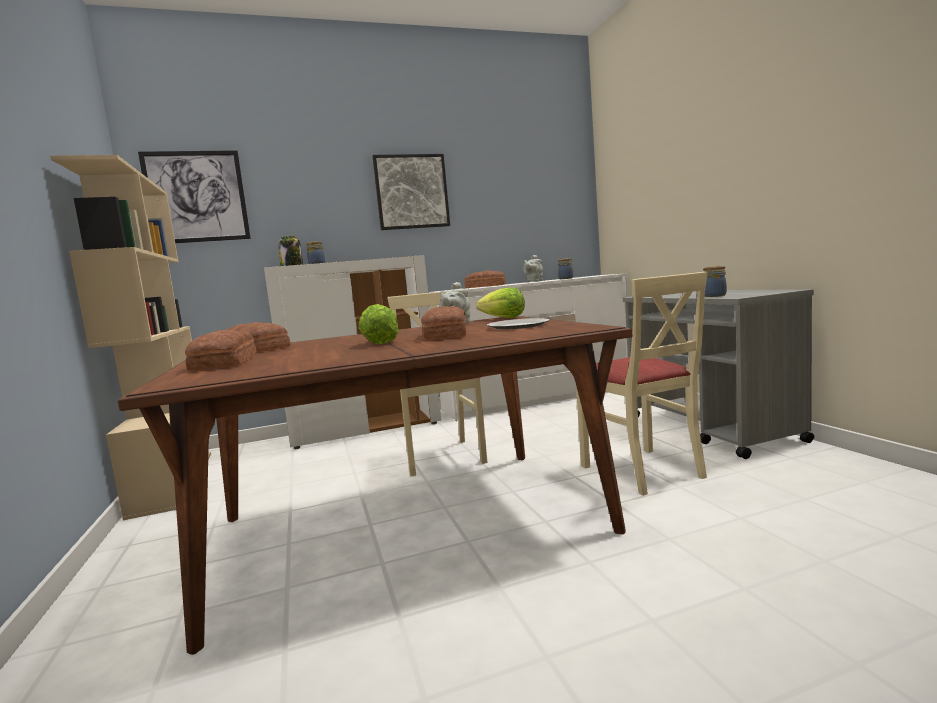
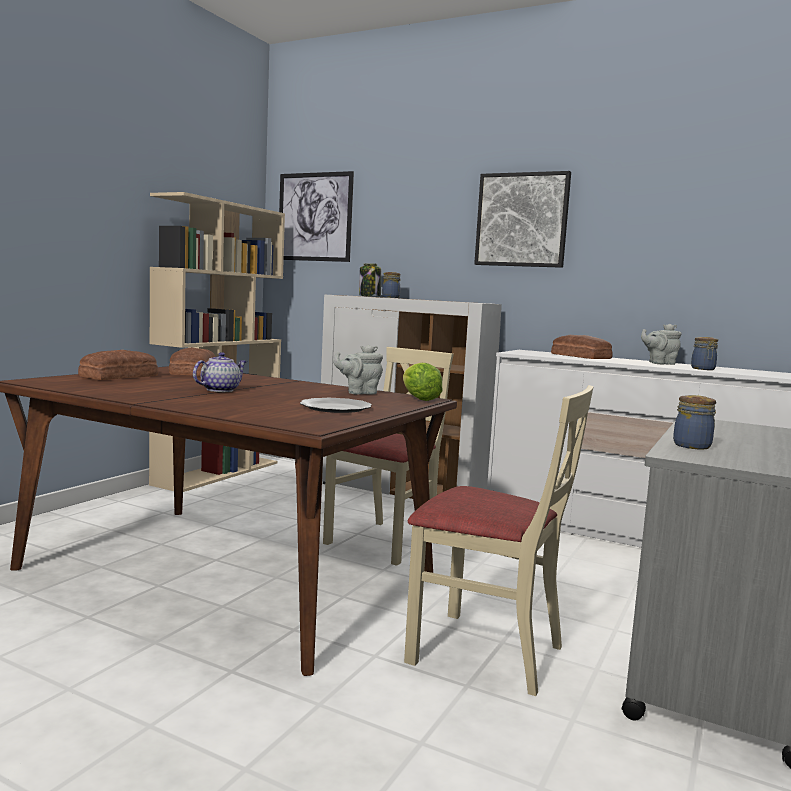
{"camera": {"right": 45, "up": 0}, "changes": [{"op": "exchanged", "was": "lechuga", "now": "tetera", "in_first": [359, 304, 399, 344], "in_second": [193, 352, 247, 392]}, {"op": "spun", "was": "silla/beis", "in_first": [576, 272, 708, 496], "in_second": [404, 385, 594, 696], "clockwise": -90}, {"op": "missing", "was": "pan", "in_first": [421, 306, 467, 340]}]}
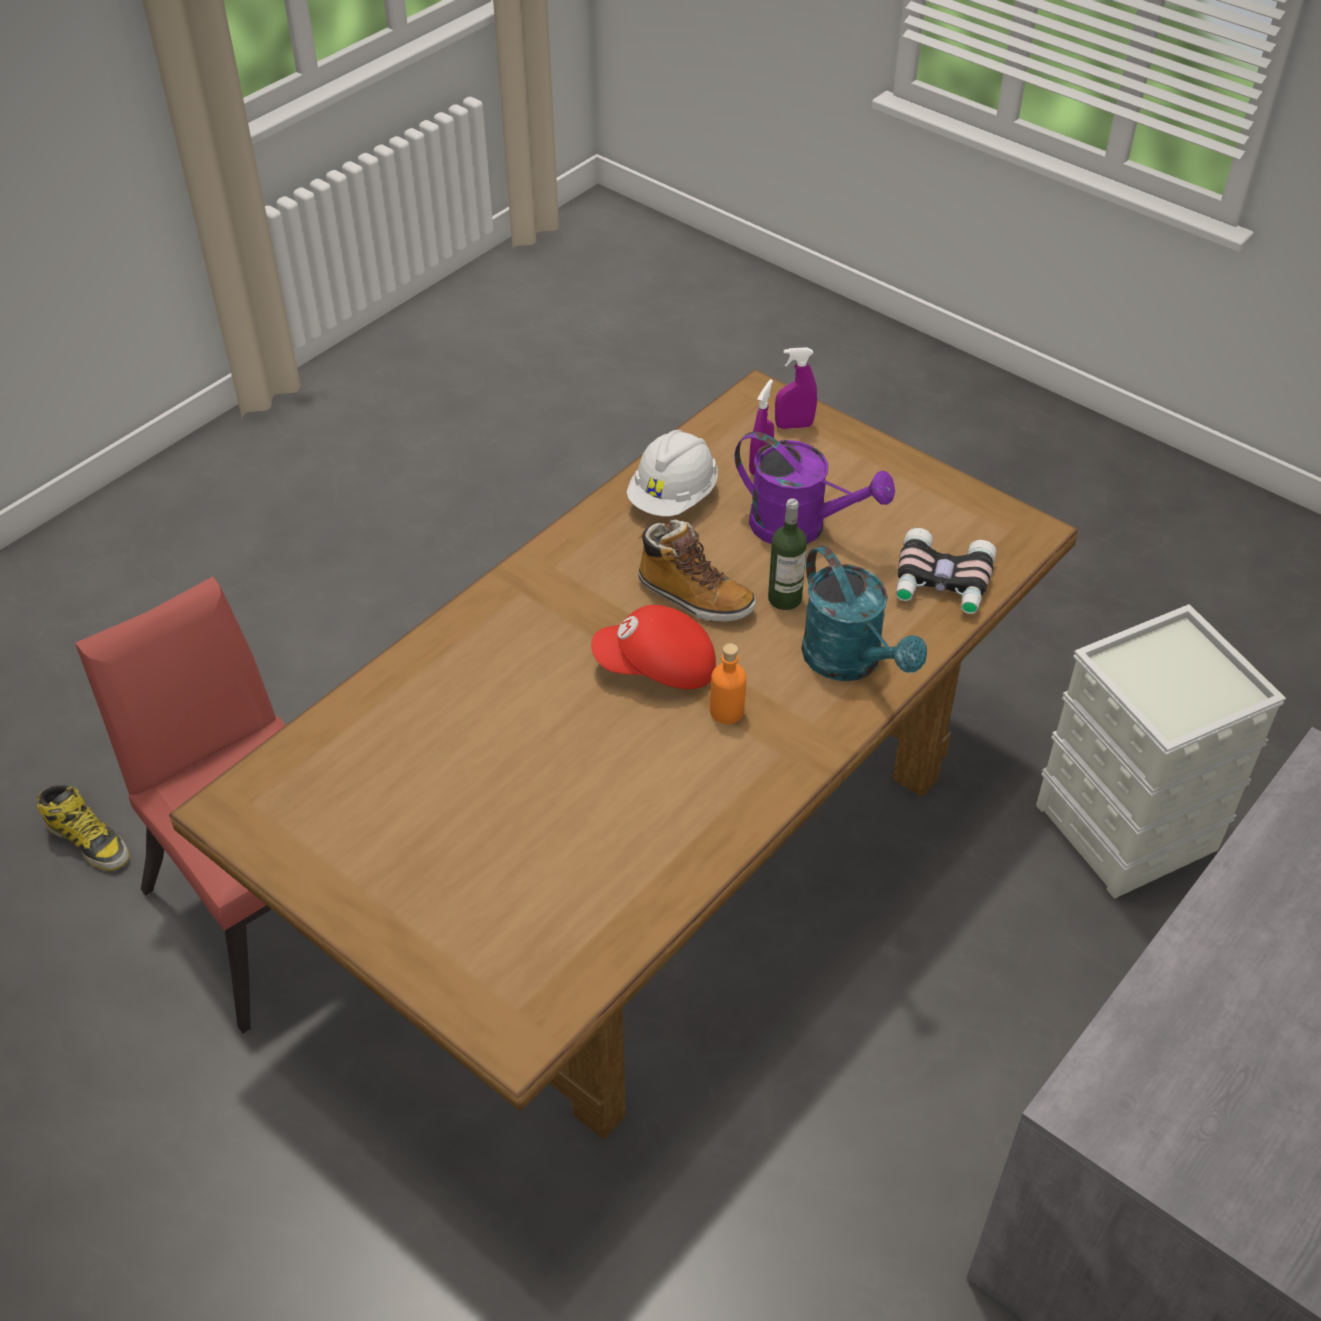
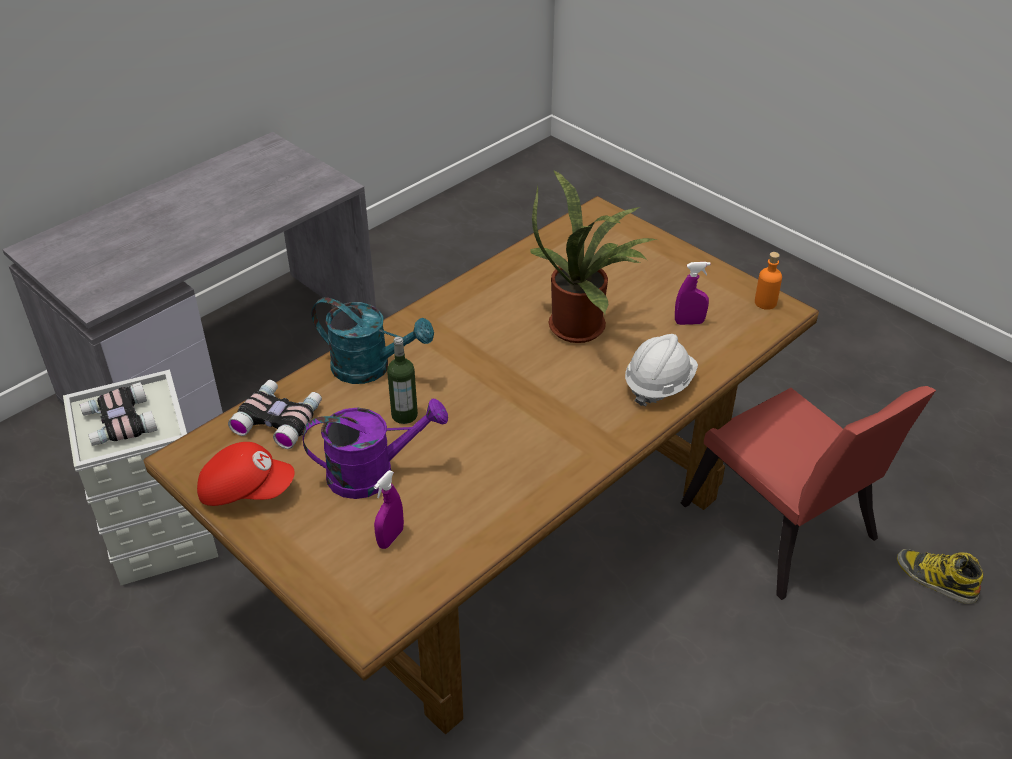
{"camera": {"right": -175, "up": -5}, "changes": [{"op": "appeared", "now": "prismáticos", "in_second": [80, 382, 157, 446]}, {"op": "relocated", "was": "gorra/rojo", "in_first": [591, 605, 716, 689], "in_second": [197, 442, 295, 506]}, {"op": "spun", "was": "regadera/morado", "in_first": [735, 432, 895, 544], "in_second": [302, 398, 448, 499], "clockwise": 135}, {"op": "spun", "was": "regadera/turquesa", "in_first": [801, 545, 927, 681], "in_second": [312, 297, 434, 384], "clockwise": 135}, {"op": "appeared", "now": "planta en maceta", "in_second": [530, 171, 657, 343]}, {"op": "relocated", "was": "casco/blanco", "in_first": [627, 430, 718, 516], "in_second": [625, 334, 698, 407]}, {"op": "relocated", "was": "pulverizador/morado", "in_first": [775, 347, 817, 429], "in_second": [675, 262, 711, 325]}, {"op": "relocated", "was": "botella/naranja", "in_first": [710, 643, 746, 724], "in_second": [755, 252, 782, 310]}, {"op": "missing", "was": "bota", "in_first": [638, 519, 756, 622]}]}
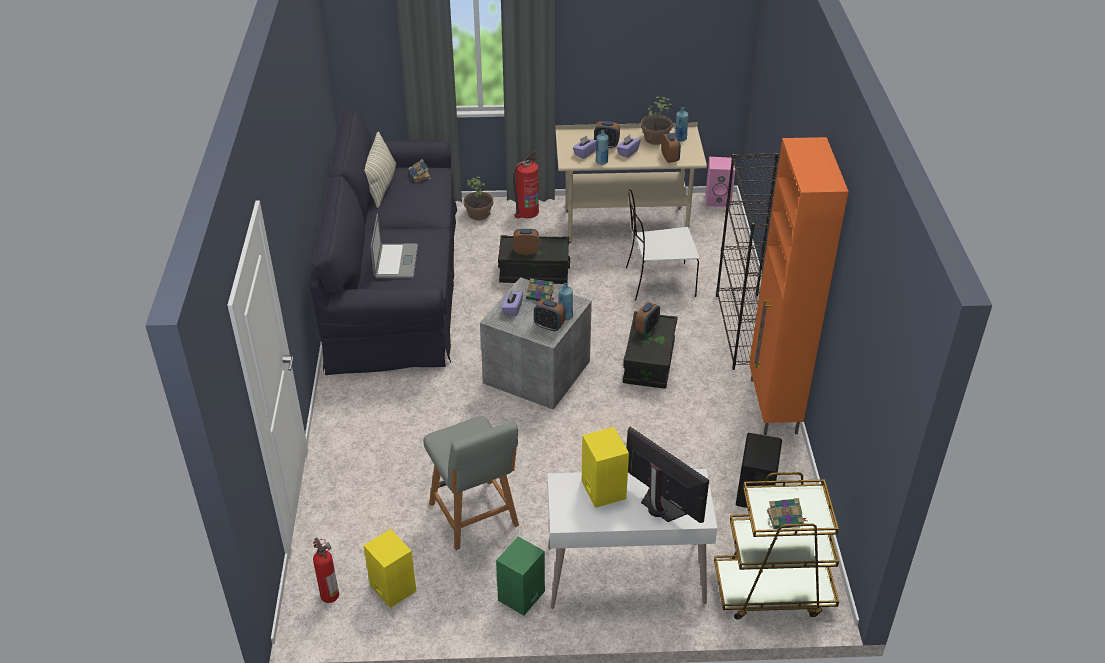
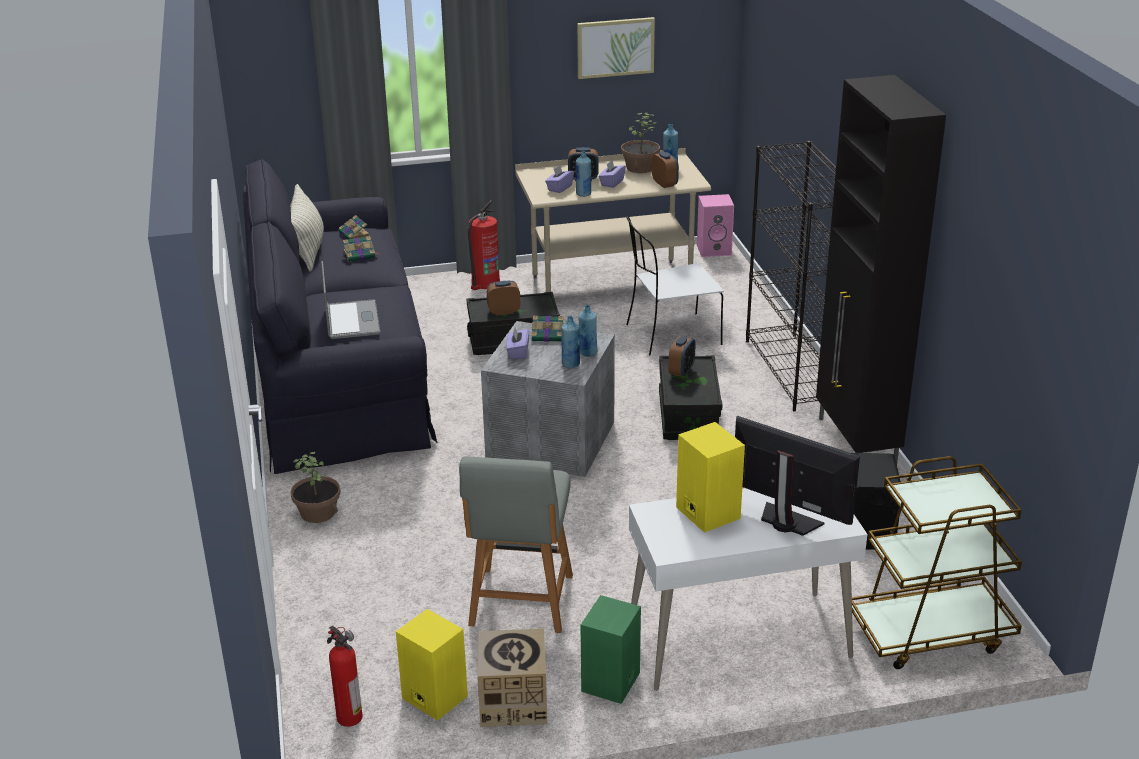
{"camera": {"right": -10, "up": -10}, "changes": [{"op": "relocated", "was": "planta en maceta", "in_first": [463, 177, 493, 220], "in_second": [290, 452, 341, 523]}, {"op": "relocated", "was": "libro", "in_first": [767, 498, 807, 529], "in_second": [343, 236, 379, 262]}, {"op": "spun", "was": "silla/gris", "in_first": [423, 416, 519, 550], "in_second": [459, 456, 573, 633], "clockwise": 45}, {"op": "appeared", "now": "caja de cartón", "in_second": [477, 629, 547, 727]}, {"op": "exchanged", "was": "despertador", "now": "botella/azul", "in_first": [534, 299, 565, 332], "in_second": [561, 316, 580, 368]}, {"op": "appeared", "now": "cuadro", "in_second": [577, 17, 655, 79]}, {"op": "colour", "was": "armario/naranja", "now": "armario/negro", "in_first": [749, 137, 849, 435], "in_second": [816, 75, 946, 464]}]}
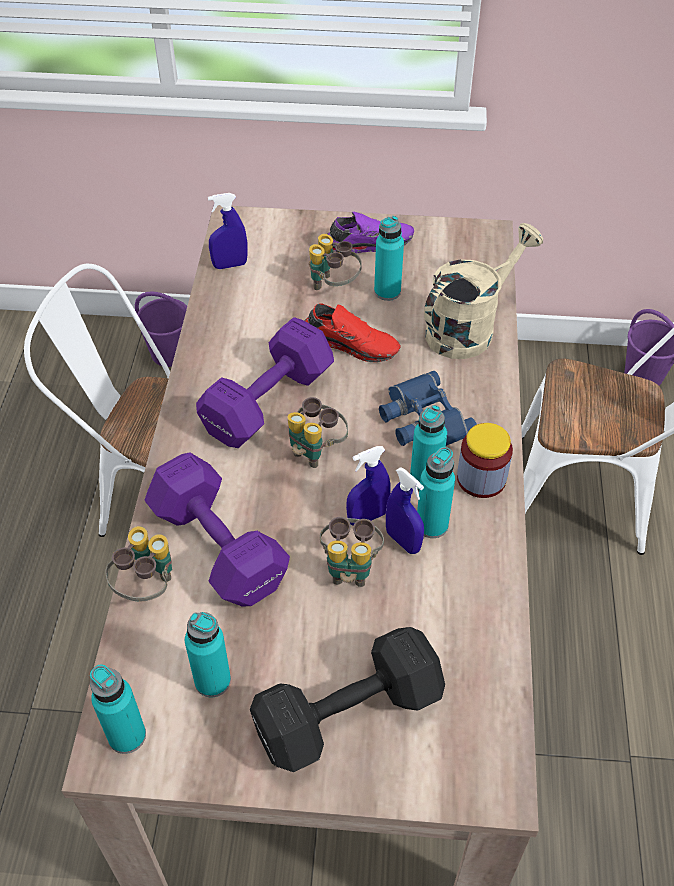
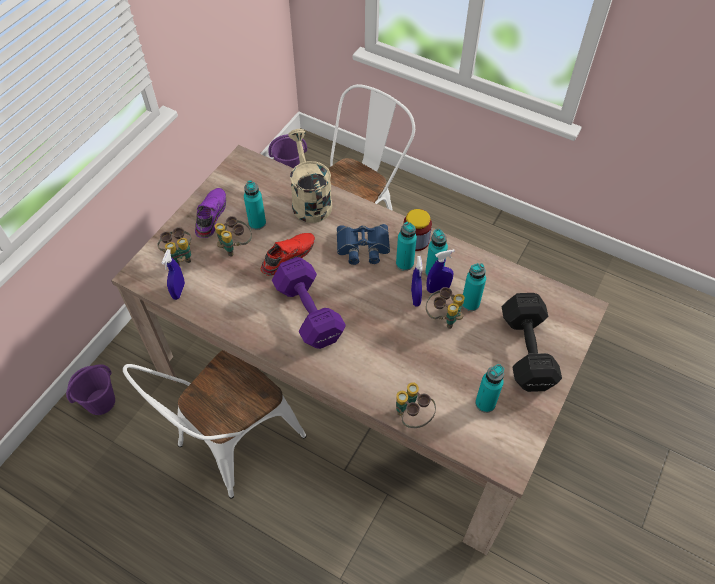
{"camera": {"right": -65, "up": 5}, "changes": [{"op": "relocated", "was": "prismáticos", "in_first": [287, 397, 348, 468], "in_second": [157, 227, 191, 265]}, {"op": "relocated", "was": "botella/turquesa", "in_first": [90, 664, 146, 754], "in_second": [462, 263, 486, 311]}, {"op": "missing", "was": "mancuerna/morado", "in_first": [145, 452, 290, 607]}]}
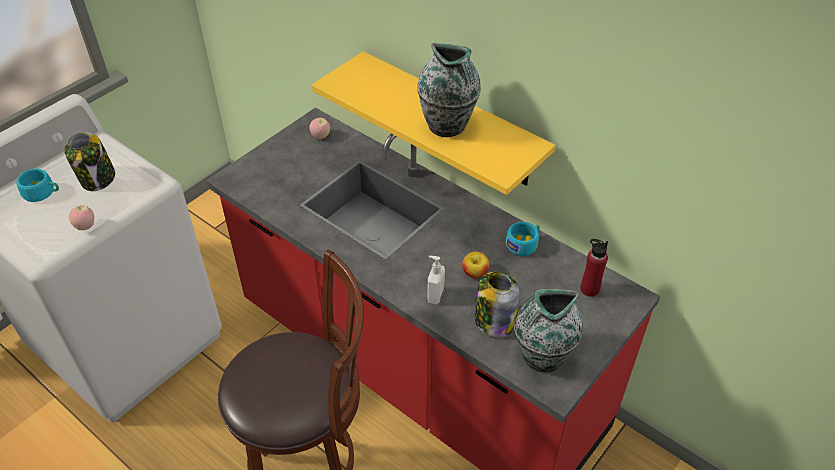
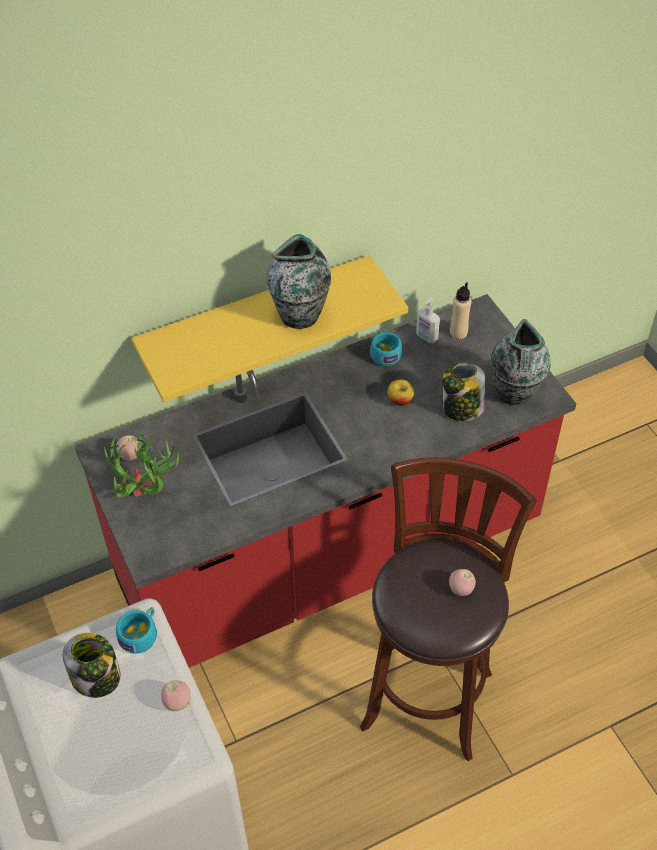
{"camera": {"right": -65, "up": 5}, "changes": [{"op": "appeared", "now": "planta en maceta", "in_second": [104, 429, 180, 498]}, {"op": "relocated", "was": "taza/turquesa", "in_first": [17, 169, 59, 202], "in_second": [116, 607, 157, 654]}, {"op": "relocated", "was": "dispensador de jabón", "in_first": [427, 256, 445, 305], "in_second": [416, 298, 440, 343]}, {"op": "appeared", "now": "manzana", "in_second": [449, 569, 476, 596]}, {"op": "colour", "was": "botella/rojo", "now": "botella/beis", "in_first": [580, 239, 608, 297], "in_second": [450, 282, 472, 339]}]}
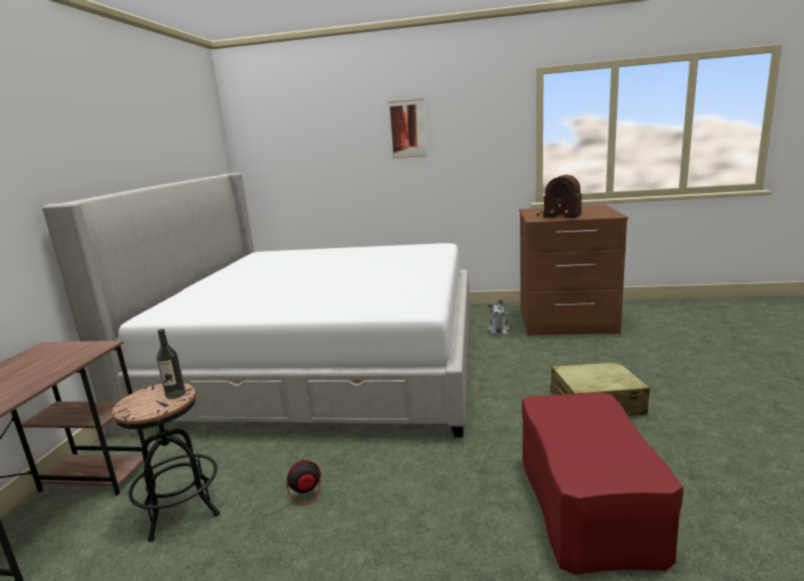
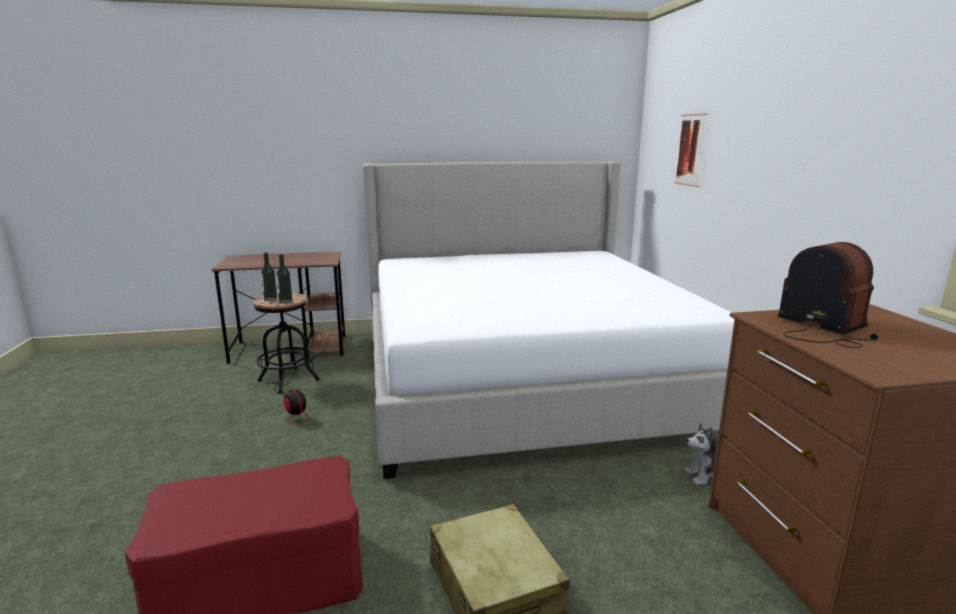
{"camera": {"right": 70, "up": 0}, "changes": [{"op": "appeared", "now": "botella", "in_second": [261, 252, 278, 301]}, {"op": "relocated", "was": "cuadro", "in_first": [388, 99, 427, 159], "in_second": [675, 113, 707, 187]}, {"op": "spun", "was": "radio", "in_first": [536, 175, 582, 218], "in_second": [778, 242, 878, 348], "clockwise": 135}]}
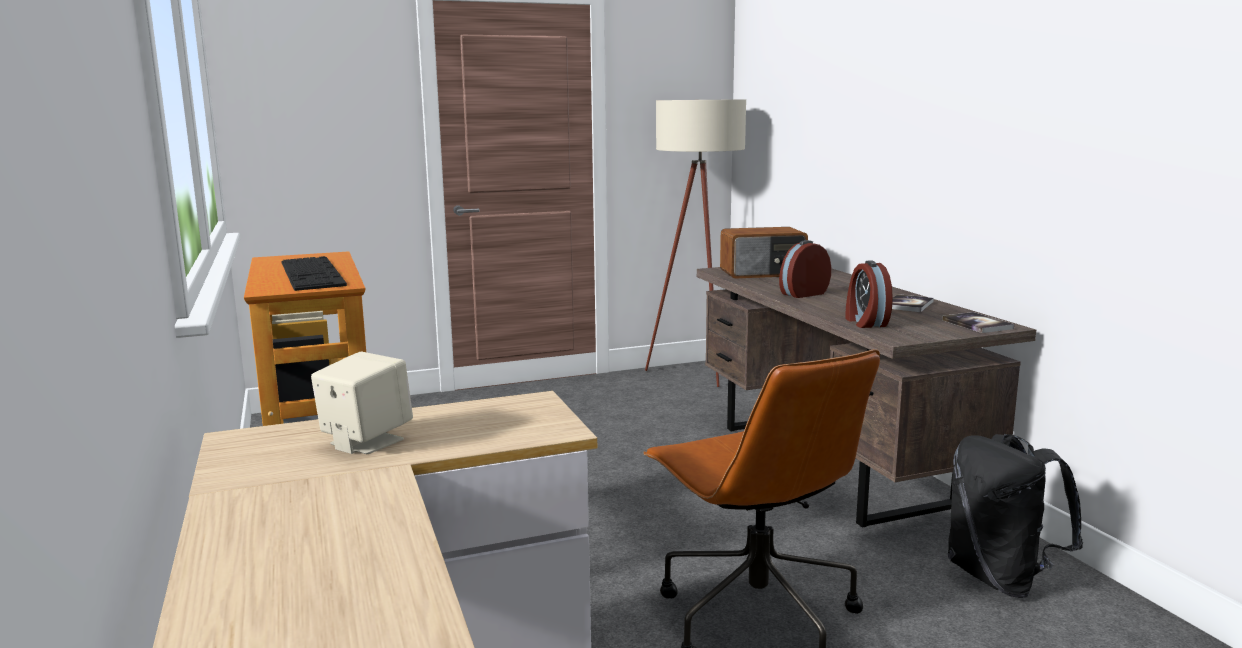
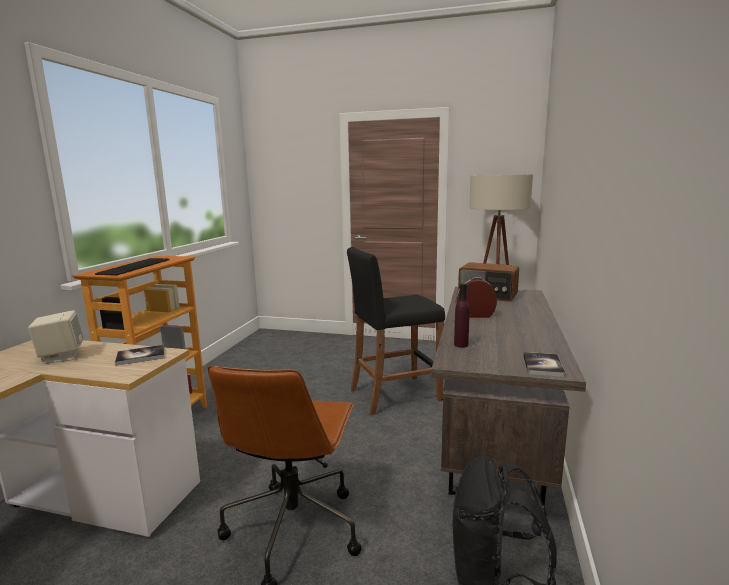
{"camera": {"right": 35, "up": 0}, "changes": [{"op": "relocated", "was": "libro", "in_first": [892, 294, 934, 312], "in_second": [115, 345, 165, 366]}, {"op": "appeared", "now": "taburete/negro", "in_second": [347, 247, 445, 415]}, {"op": "exchanged", "was": "despertador", "now": "botella/morado", "in_first": [845, 260, 893, 328], "in_second": [454, 283, 470, 348]}]}
